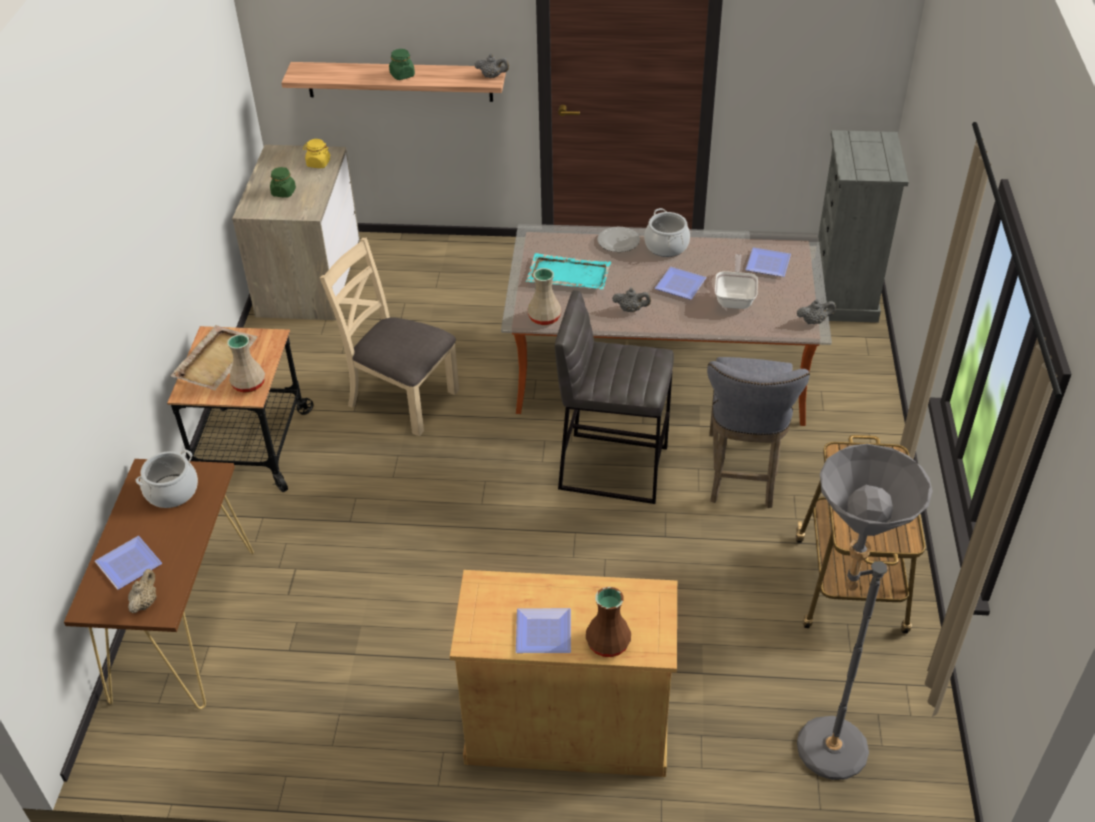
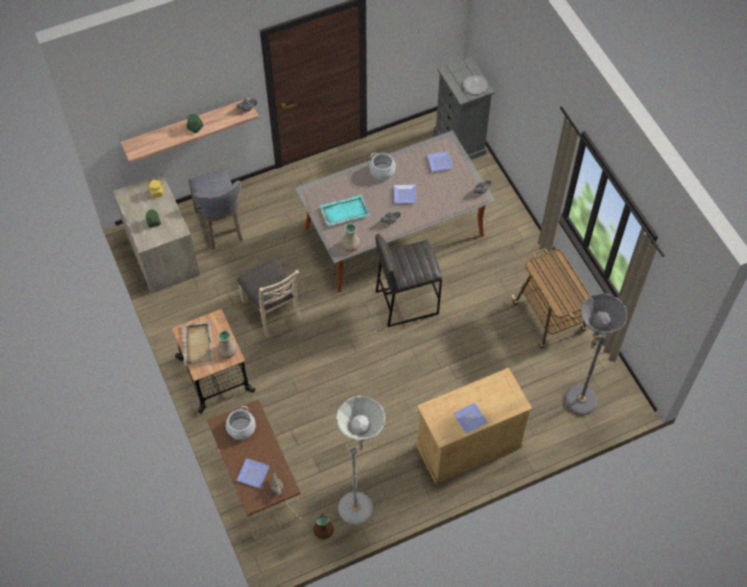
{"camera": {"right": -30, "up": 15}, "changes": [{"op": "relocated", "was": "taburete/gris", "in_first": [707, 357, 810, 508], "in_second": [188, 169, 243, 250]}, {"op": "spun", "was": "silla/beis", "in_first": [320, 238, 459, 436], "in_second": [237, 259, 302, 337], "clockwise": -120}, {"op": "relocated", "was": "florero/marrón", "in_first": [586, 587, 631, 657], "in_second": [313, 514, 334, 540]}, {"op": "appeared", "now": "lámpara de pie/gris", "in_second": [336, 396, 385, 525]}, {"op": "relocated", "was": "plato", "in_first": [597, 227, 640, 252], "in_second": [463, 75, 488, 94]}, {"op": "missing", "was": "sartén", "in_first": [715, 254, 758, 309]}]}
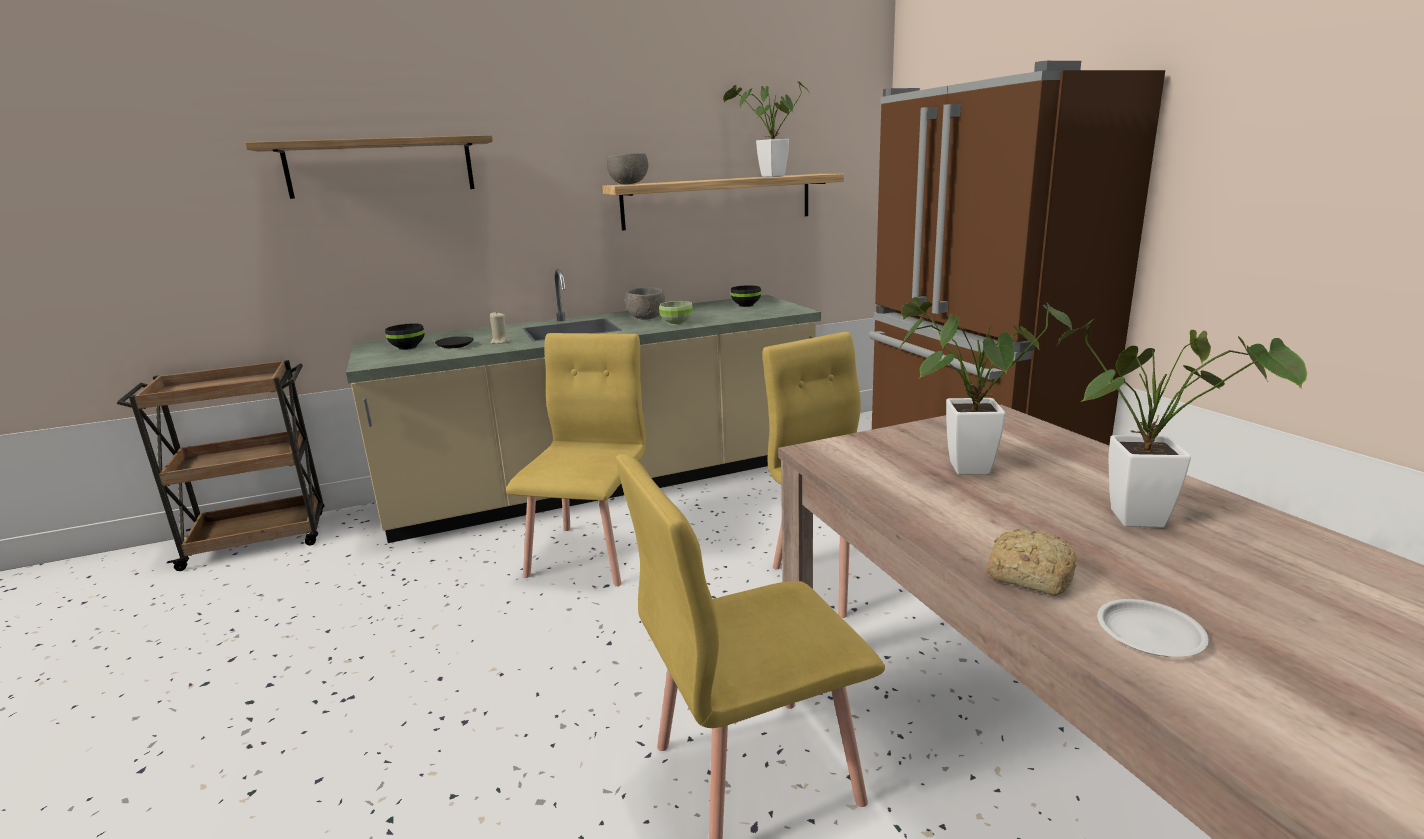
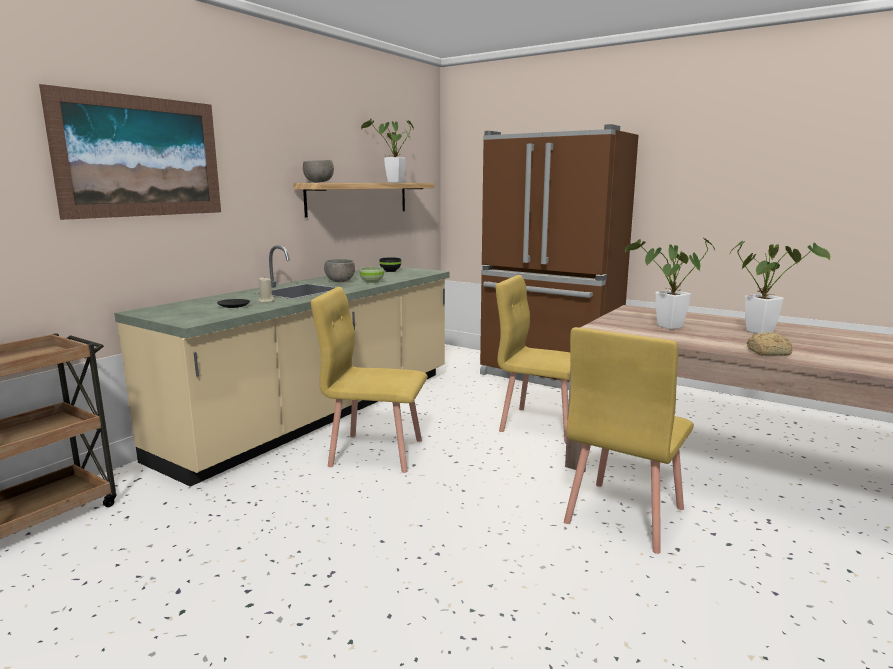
{"camera": {"right": -35, "up": -5}, "changes": [{"op": "exchanged", "was": "estante", "now": "cuadro", "in_first": [245, 135, 493, 199], "in_second": [39, 84, 221, 220]}, {"op": "spun", "was": "silla/amarillo", "in_first": [506, 333, 646, 586], "in_second": [311, 287, 428, 473], "clockwise": -60}, {"op": "missing", "was": "cuenco/negro", "in_first": [385, 323, 424, 350]}, {"op": "missing", "was": "plato/blanco", "in_first": [1097, 599, 1209, 657]}]}
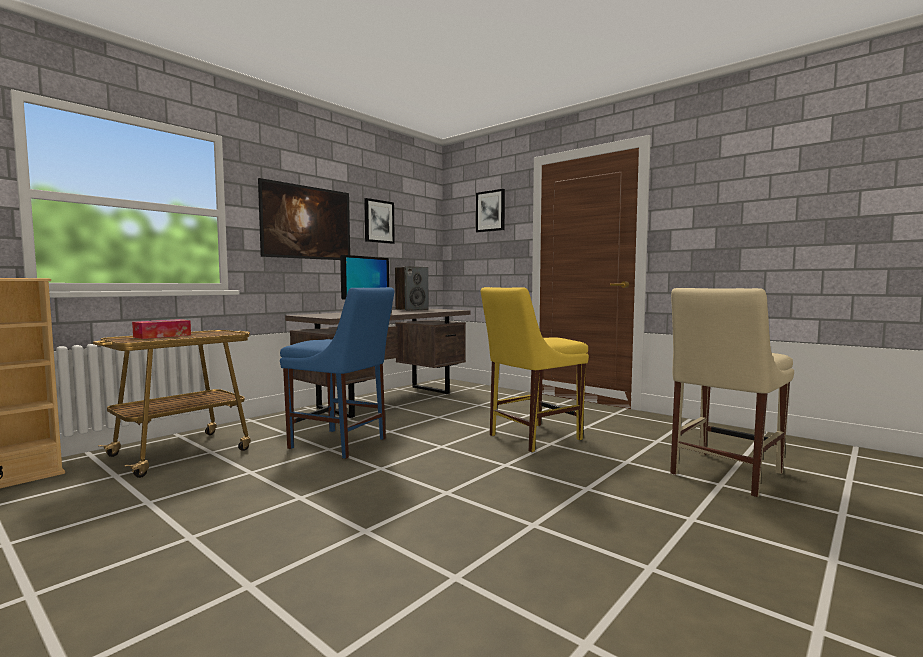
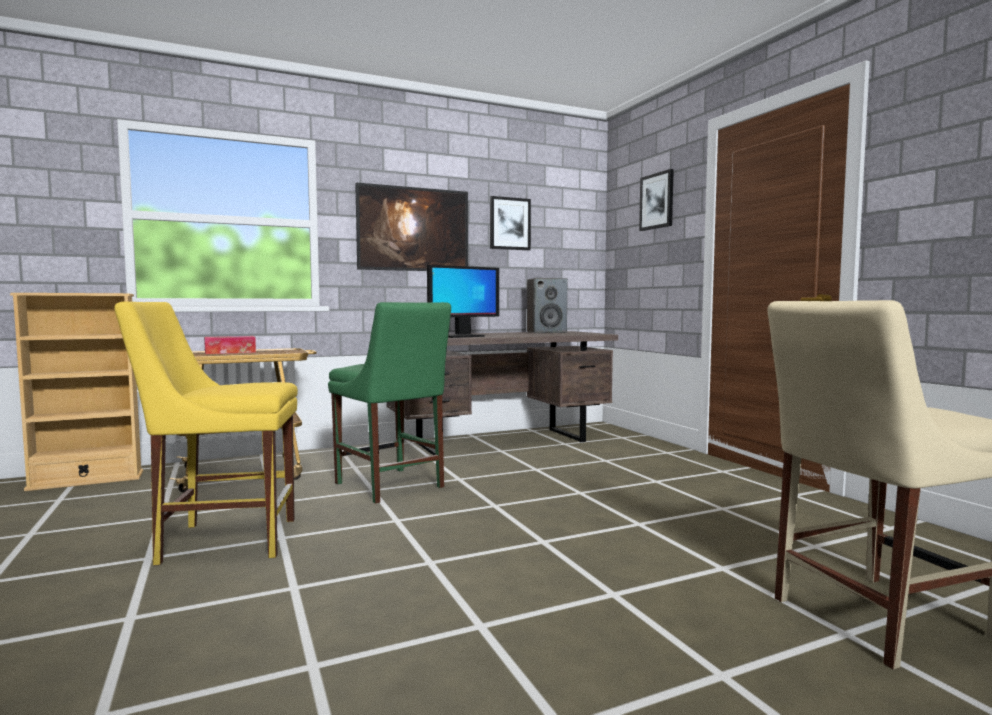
{"camera": {"right": 25, "up": 0}, "changes": [{"op": "relocated", "was": "silla/amarillo", "in_first": [481, 287, 589, 452], "in_second": [114, 301, 298, 565]}, {"op": "colour", "was": "silla/azul", "now": "silla/verde", "in_first": [280, 287, 394, 459], "in_second": [328, 302, 451, 504]}]}
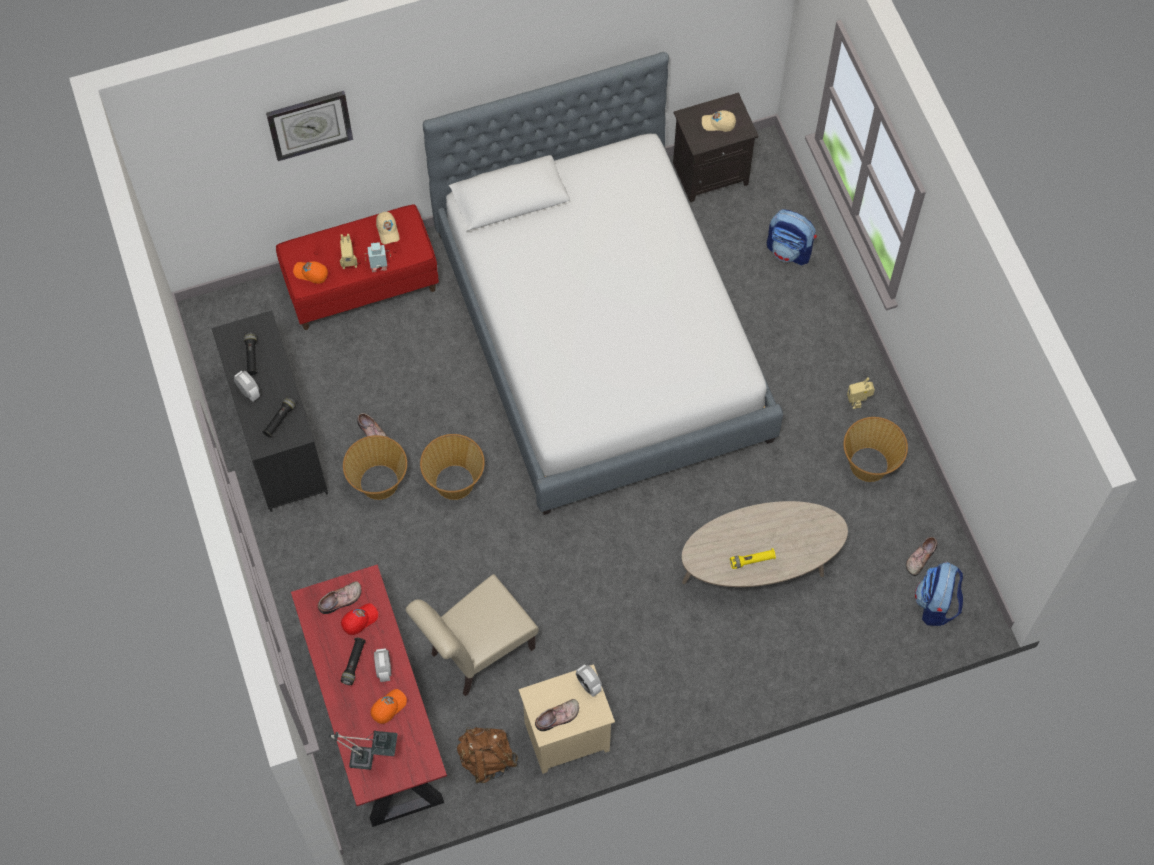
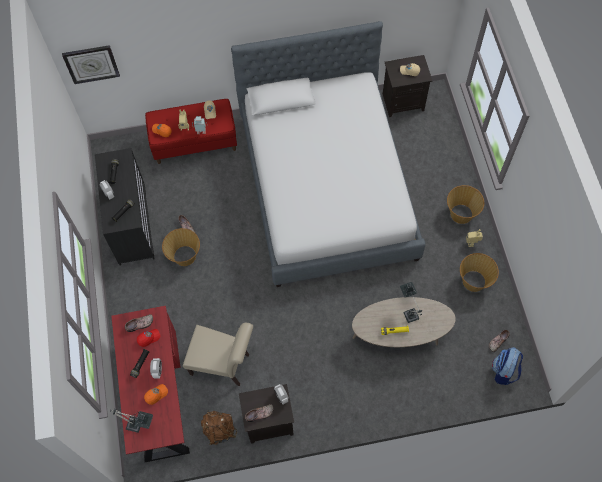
{"camera": {"right": 10, "up": 0}, "changes": [{"op": "relocated", "was": "reloj de pared", "in_first": [266, 91, 353, 161], "in_second": [62, 45, 120, 84]}, {"op": "spun", "was": "silla/beis", "in_first": [406, 574, 539, 696], "in_second": [183, 322, 253, 386], "clockwise": -135}, {"op": "colour", "was": "mesita de noche/beis", "now": "mesita de noche/negro", "in_first": [519, 664, 615, 774], "in_second": [239, 384, 294, 444]}, {"op": "appeared", "now": "lámpara de mesa", "in_second": [400, 282, 422, 323]}, {"op": "relocated", "was": "cesta", "in_first": [420, 434, 485, 500], "in_second": [447, 185, 484, 224]}, {"op": "missing", "was": "mochila", "in_first": [767, 209, 817, 265]}]}
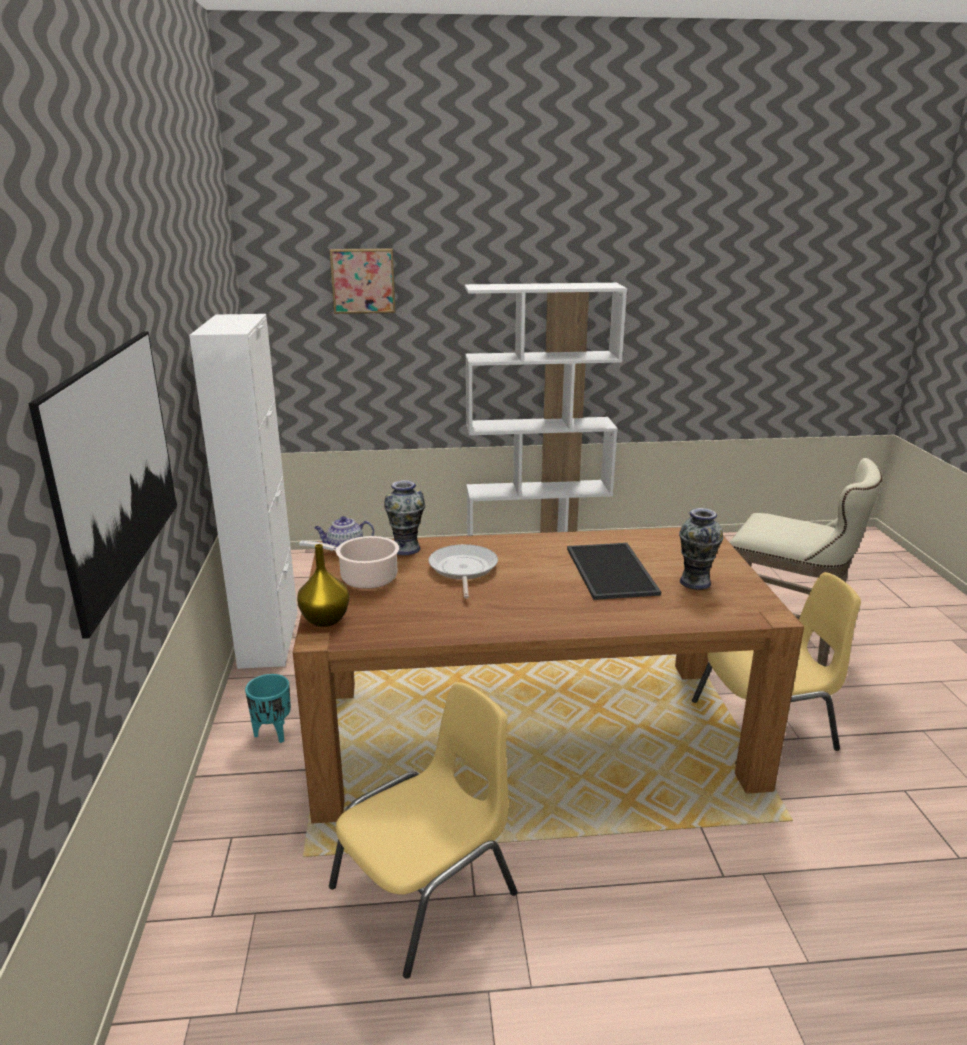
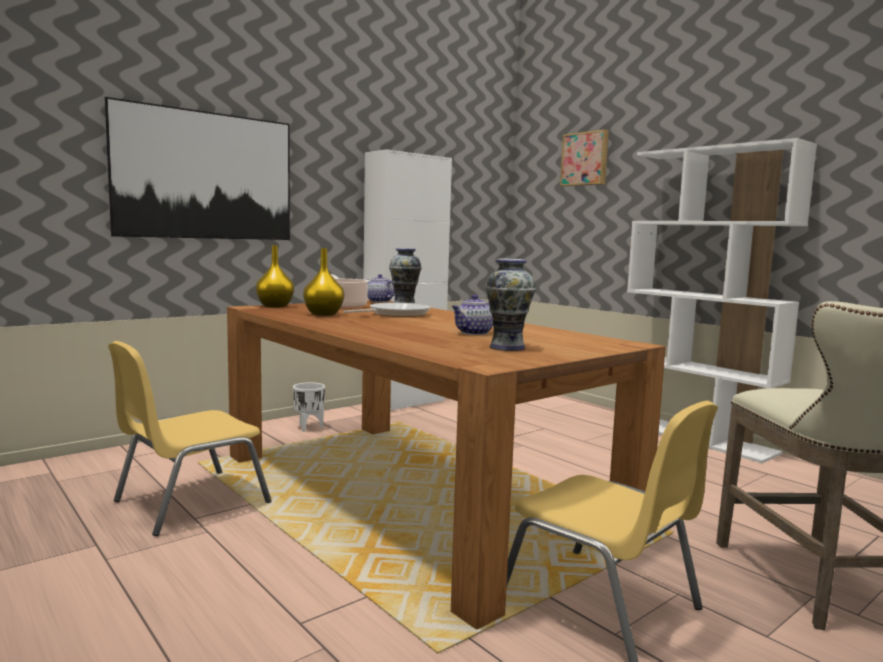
{"camera": {"right": 55, "up": -15}, "changes": [{"op": "spun", "was": "silla/amarillo", "in_first": [329, 682, 517, 979], "in_second": [108, 341, 272, 536], "clockwise": 120}, {"op": "colour", "was": "maceta/turquesa", "now": "maceta/blanco", "in_first": [245, 674, 291, 743], "in_second": [293, 382, 325, 432]}, {"op": "appeared", "now": "florero/amarillo", "in_second": [303, 248, 344, 316]}, {"op": "exchanged", "was": "bandeja", "now": "tetera", "in_first": [567, 543, 661, 600], "in_second": [452, 295, 493, 335]}]}
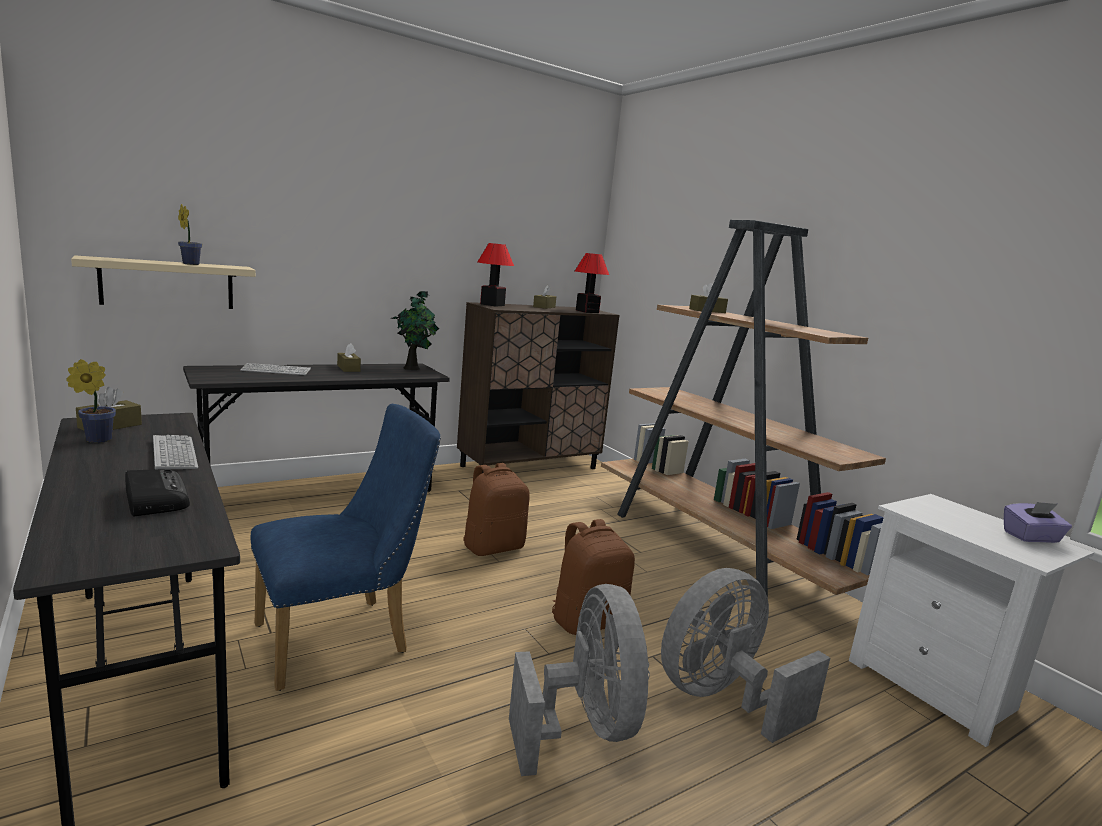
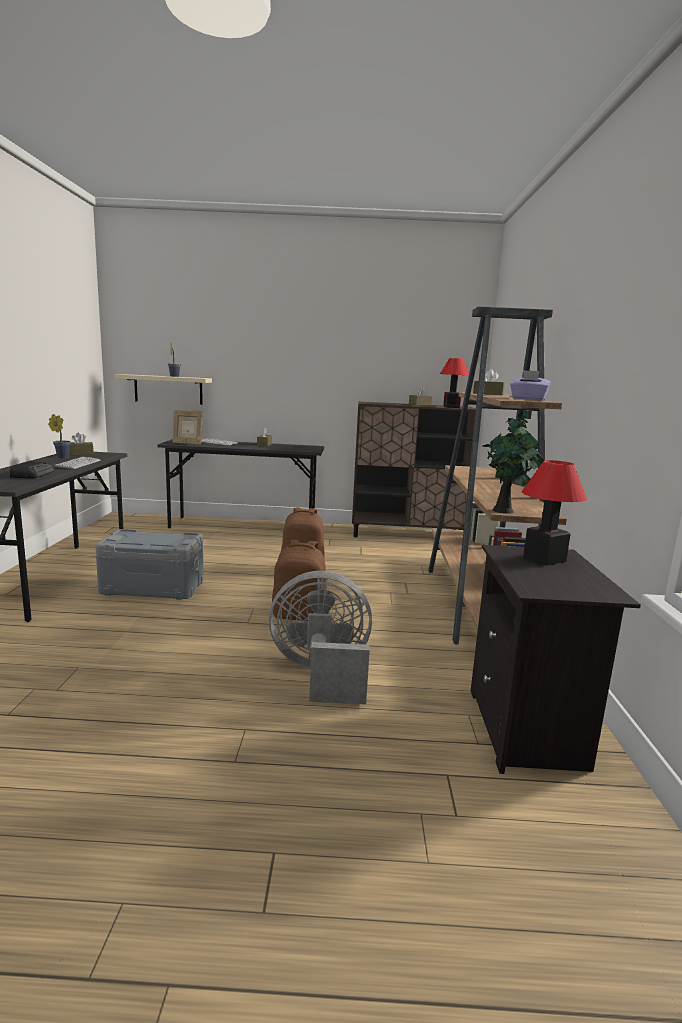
{"camera": {"right": 35, "up": 0}, "changes": [{"op": "exchanged", "was": "silla/azul", "now": "caja de almacenaje/gris", "in_first": [251, 404, 441, 691], "in_second": [95, 529, 204, 600]}, {"op": "appeared", "now": "portarretratos", "in_second": [173, 410, 203, 445]}, {"op": "colour", "was": "mesita de noche/blanco", "now": "mesita de noche/negro", "in_first": [849, 494, 1094, 747], "in_second": [471, 545, 641, 774]}, {"op": "relocated", "was": "planta en maceta", "in_first": [391, 291, 439, 370], "in_second": [483, 411, 544, 514]}, {"op": "relocated", "was": "caja de pañuelos/morado", "in_first": [1004, 502, 1072, 543], "in_second": [510, 370, 551, 400]}, {"op": "relocated", "was": "lámpara de mesa", "in_first": [478, 243, 514, 307], "in_second": [522, 460, 587, 566]}, {"op": "missing", "was": "ventilador/gris", "in_first": [509, 584, 650, 776]}]}
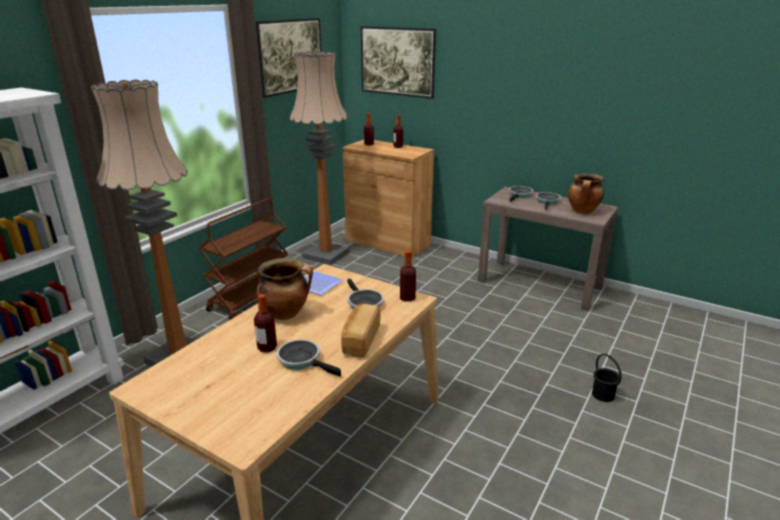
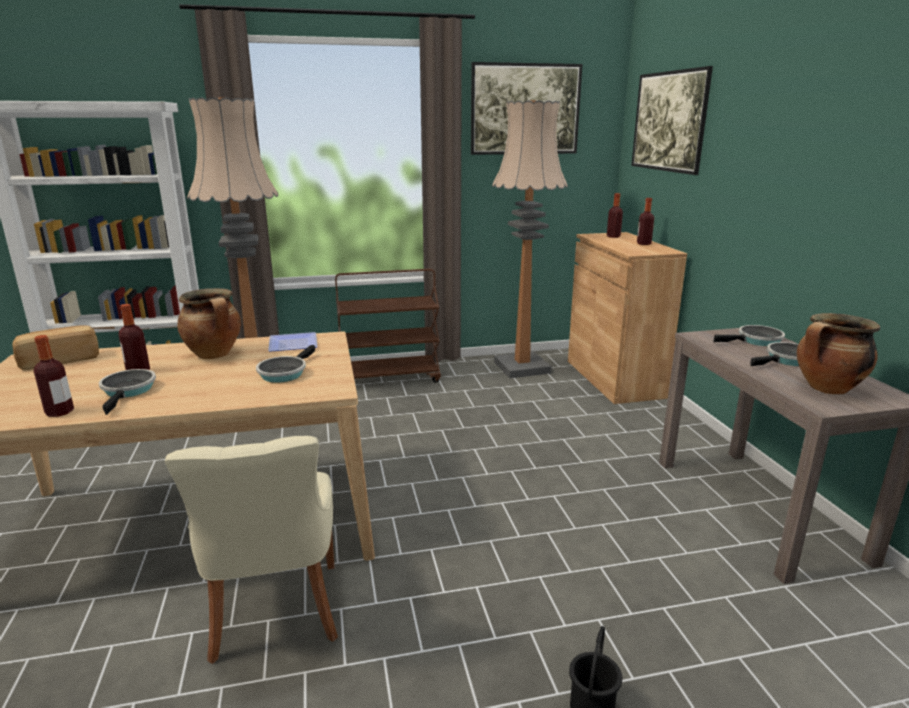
{"camera": {"right": 45, "up": -5}, "changes": [{"op": "relocated", "was": "pan", "in_first": [341, 304, 381, 358], "in_second": [13, 325, 99, 370]}, {"op": "relocated", "was": "botella", "in_first": [400, 250, 416, 302], "in_second": [34, 335, 74, 417]}, {"op": "appeared", "now": "silla/beis", "in_second": [165, 436, 338, 664]}]}
